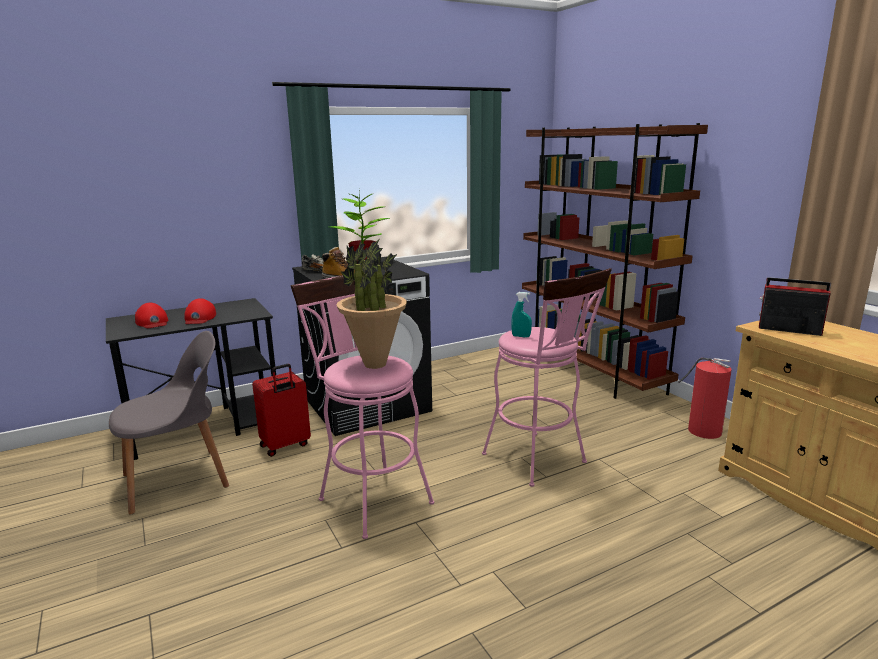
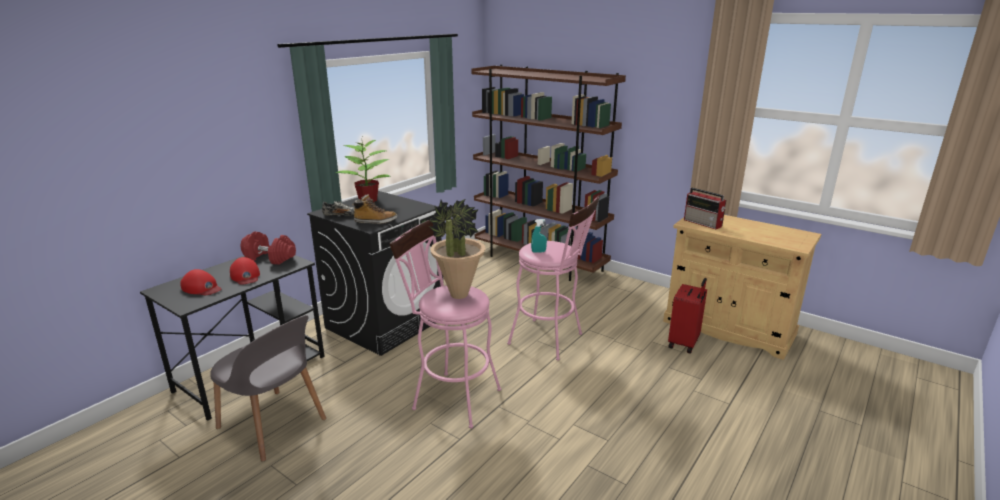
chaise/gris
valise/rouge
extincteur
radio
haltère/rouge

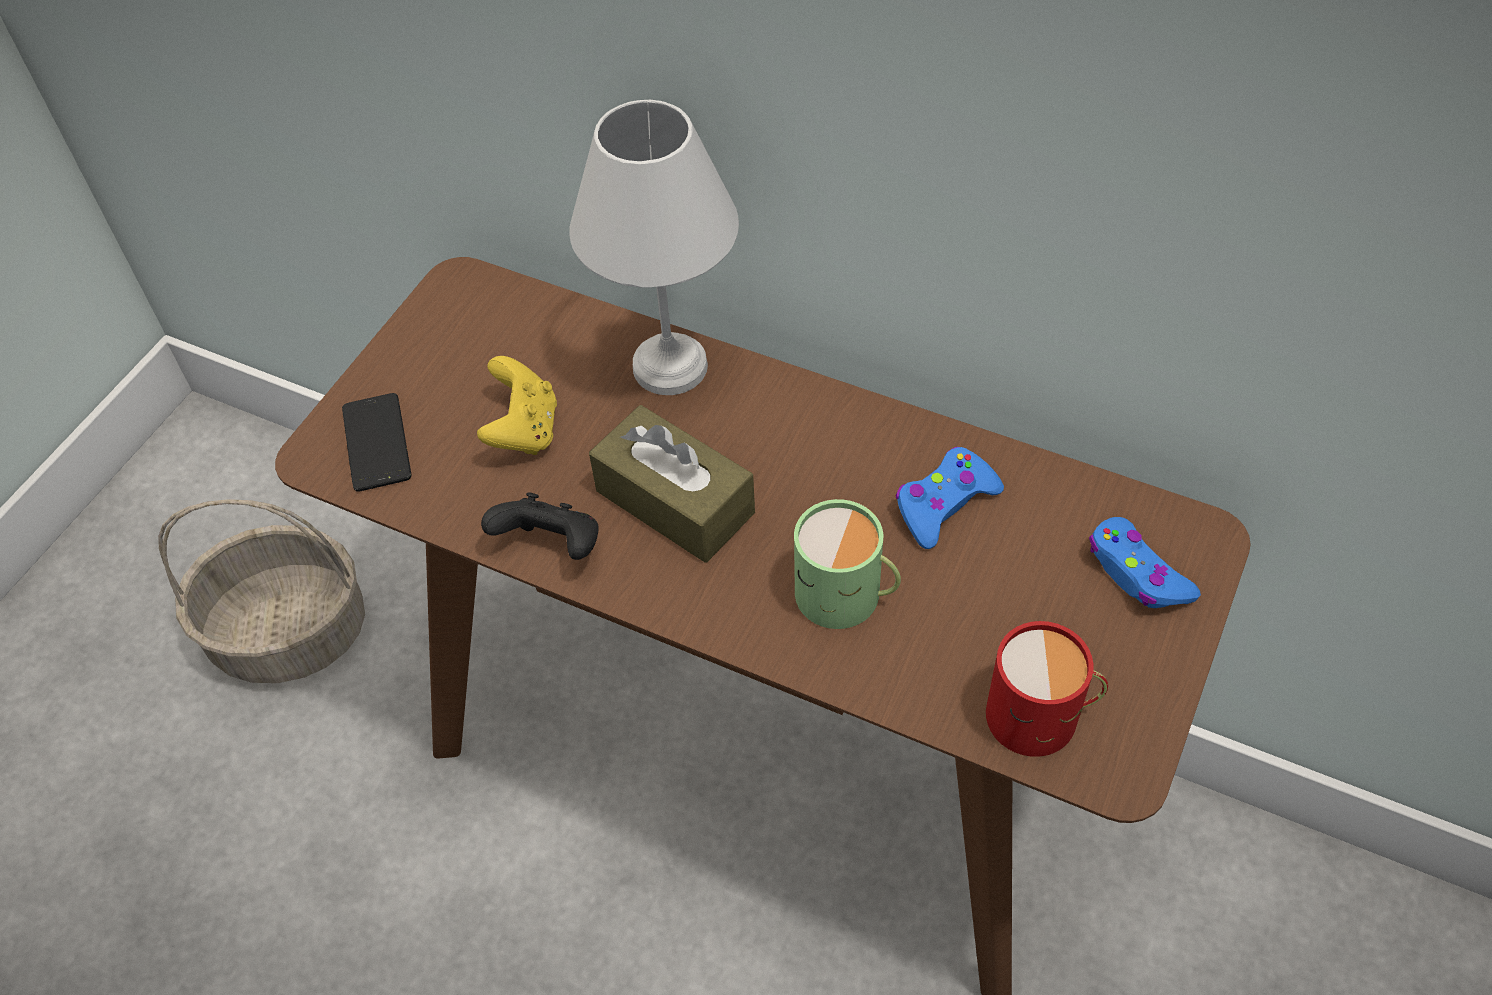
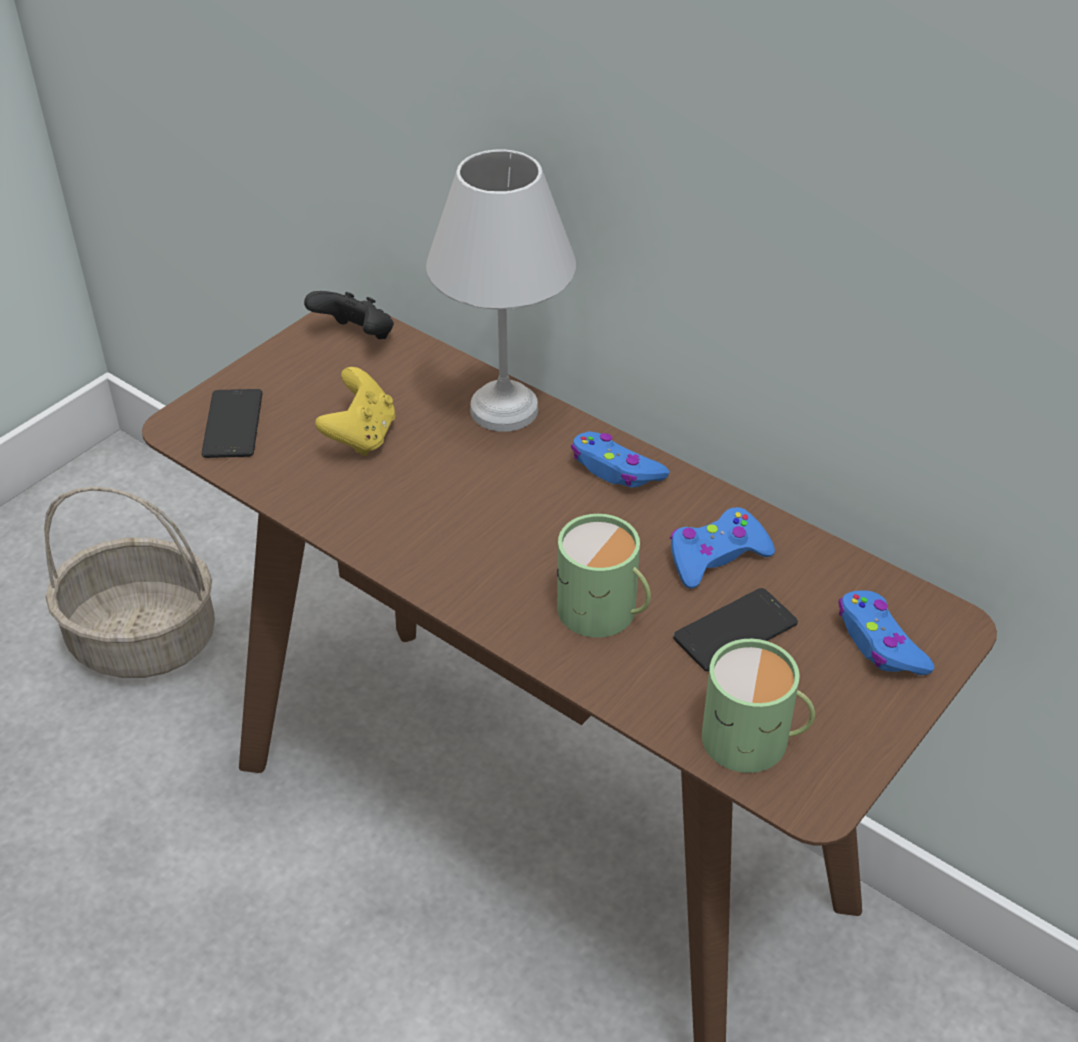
manette/noir
boîte à mouchoirs/marron
mug/vert (2nd from left)
manette/bleu (1st from left)
téléphone (2nd from left)

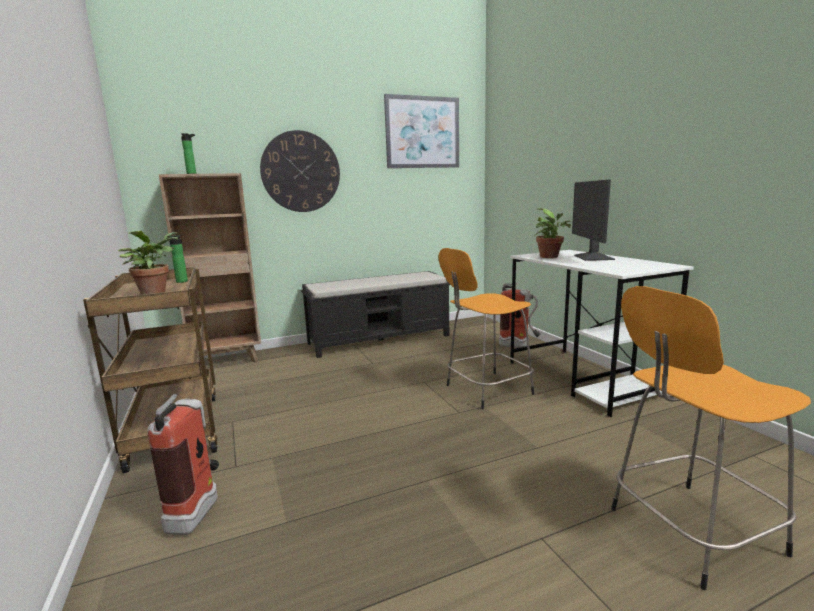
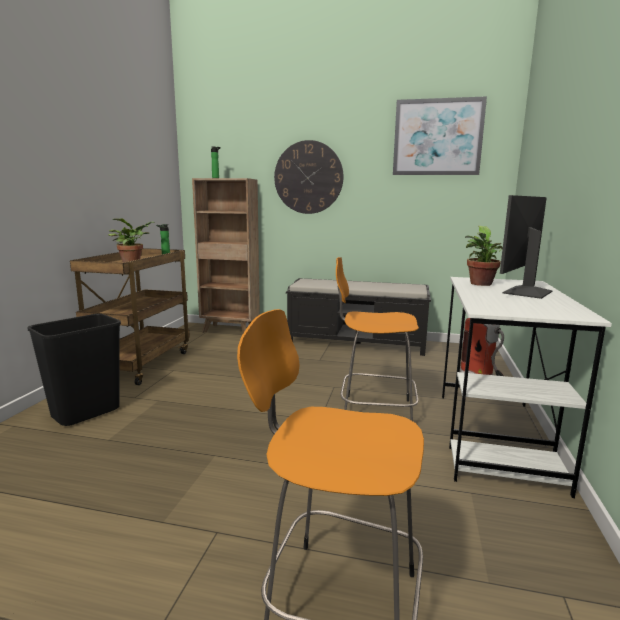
poubelle/noir

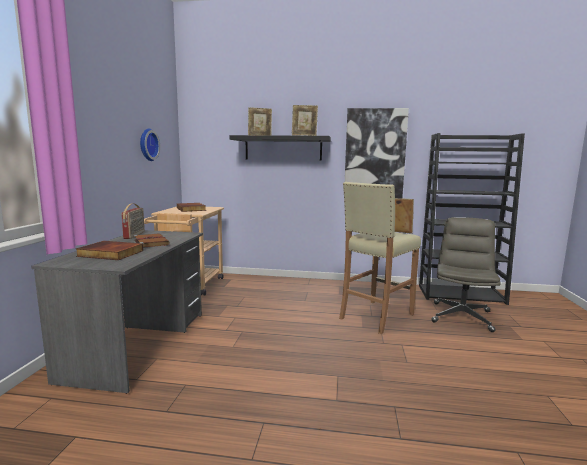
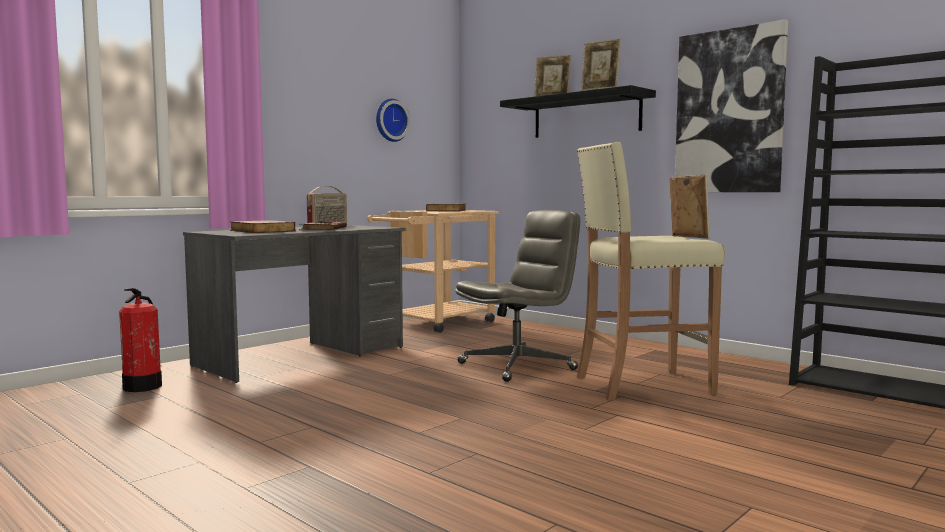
chaise de bureau/gris
extincteur

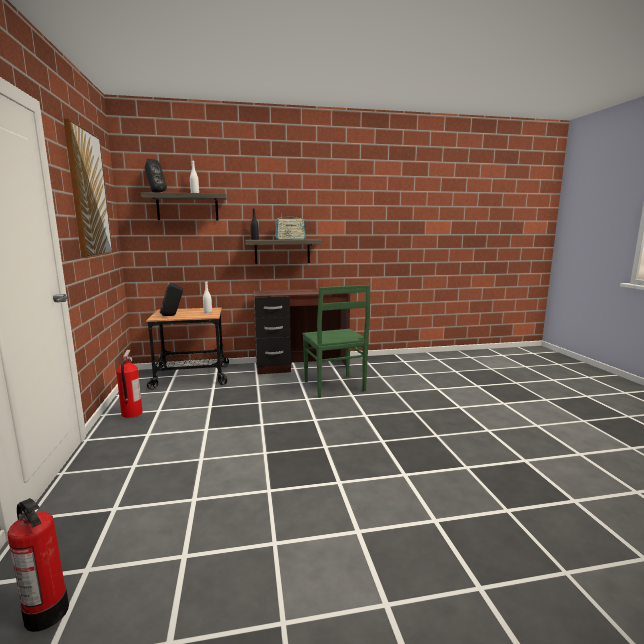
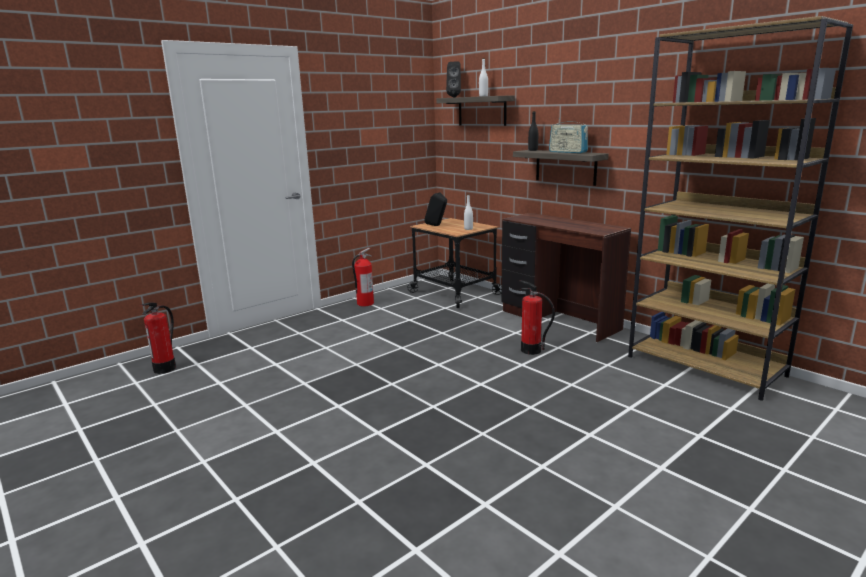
tableau
extincteur (3rd from left)
bibliothèque/marron

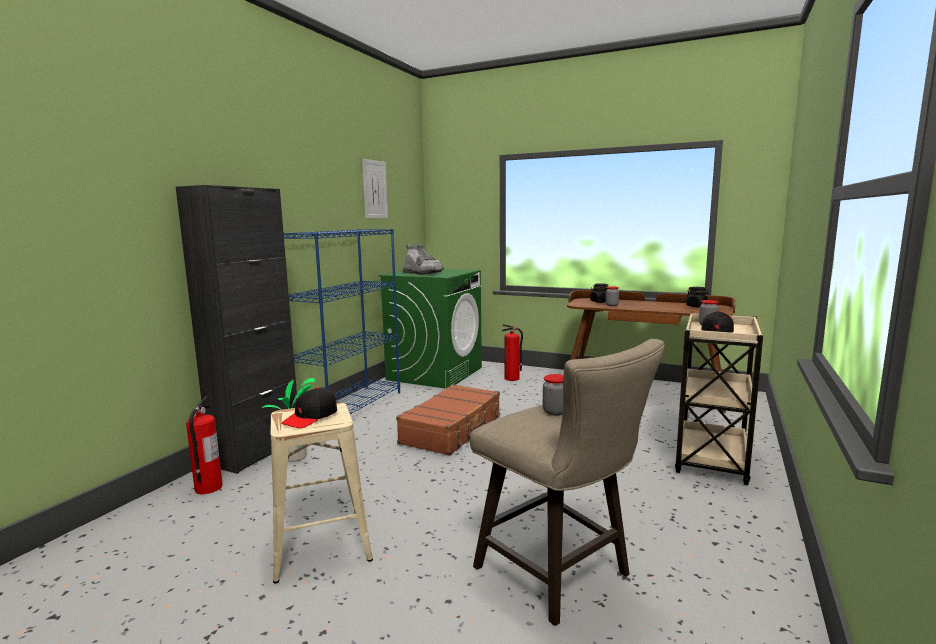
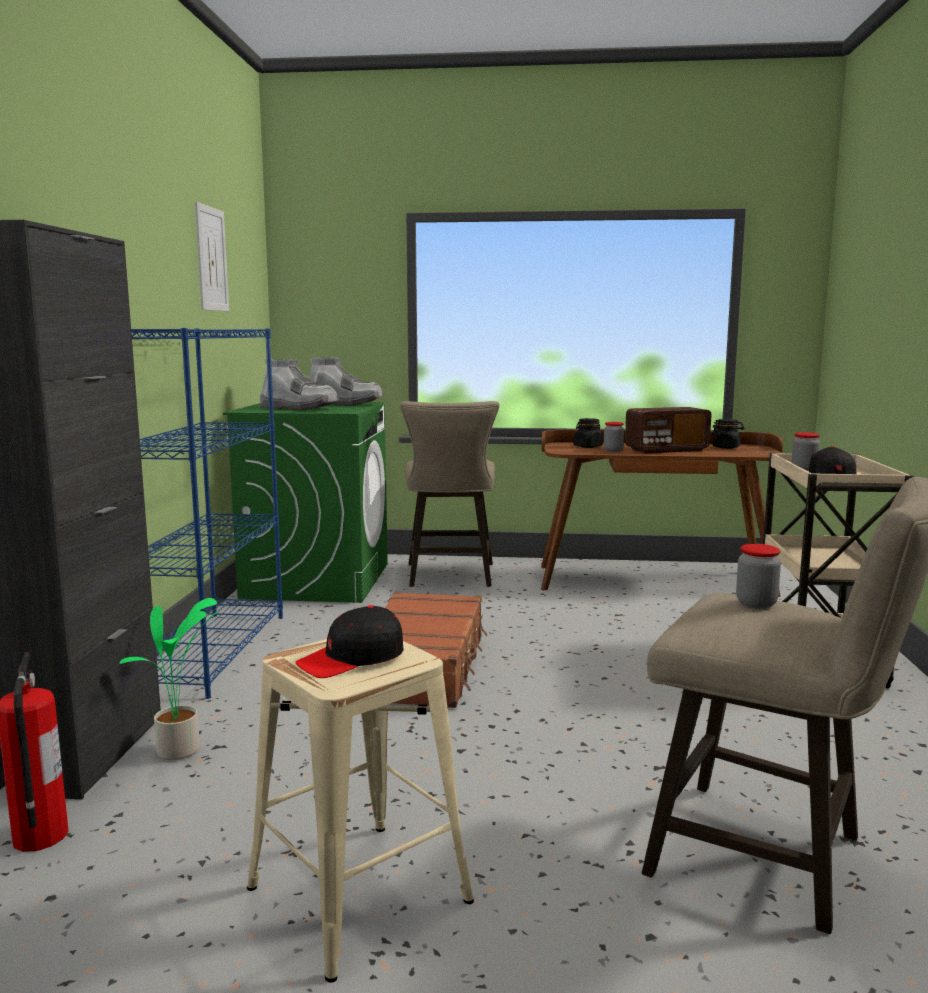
casquette/noir (1st from left)
tabouret/beige (2nd from left)
botte/gris (2nd from left)
radio

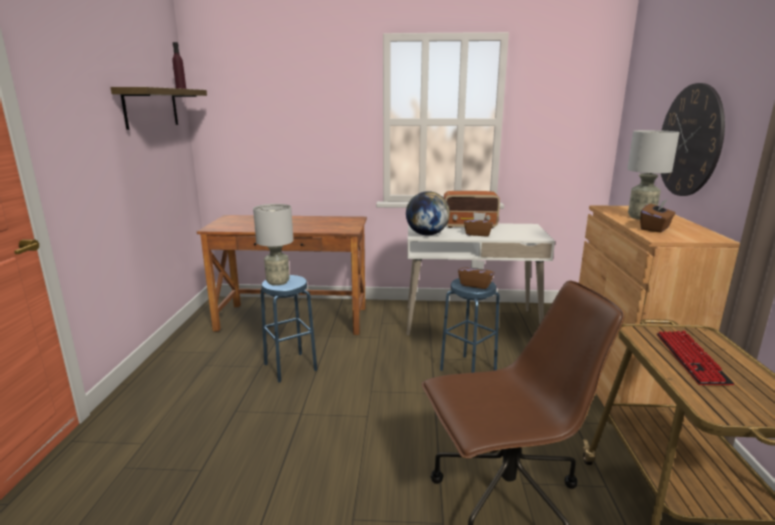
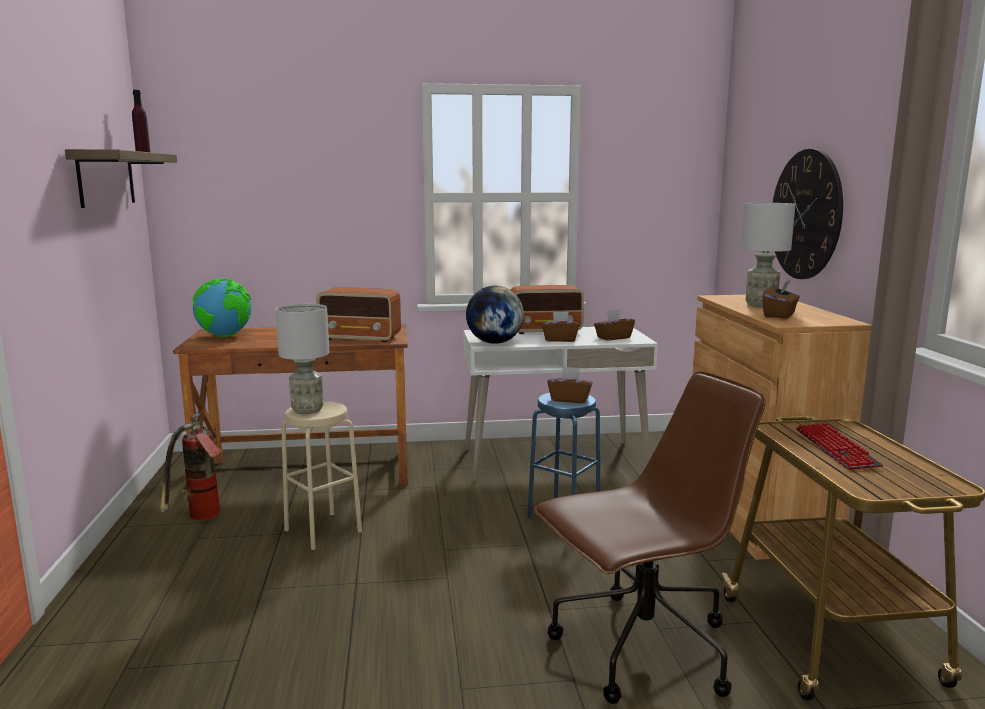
tabouret/beige
extincteur
globe (1st from left)
radio (1st from left)
boîte à mouchoirs/marron (3rd from left)

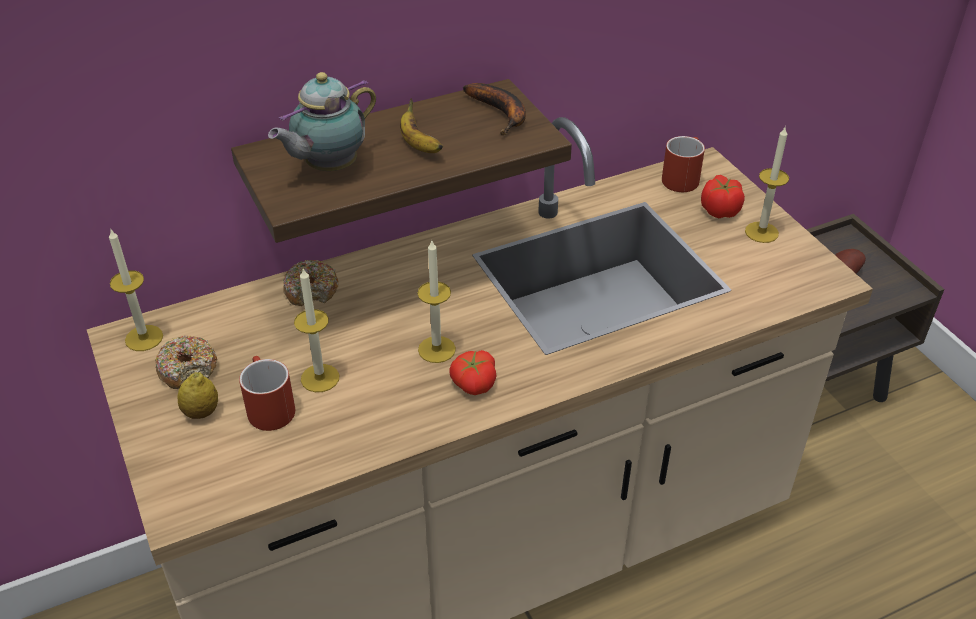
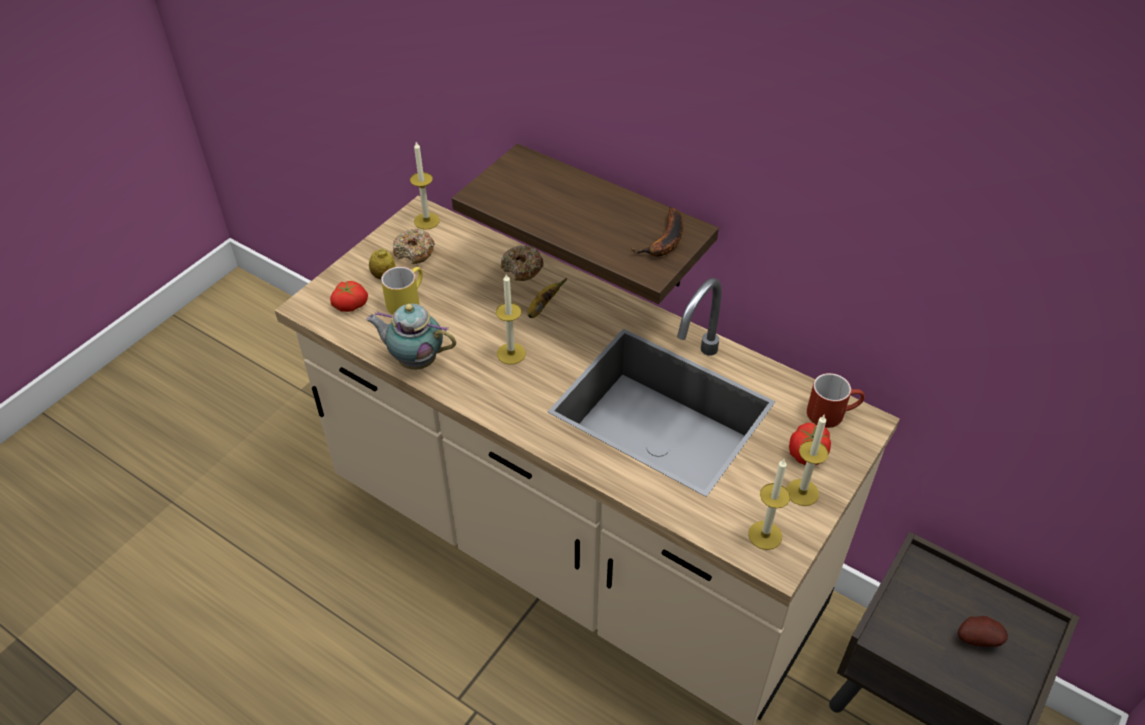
mug/jaune
théière
bougie (3rd from left)
banane (1st from left)
tomate (1st from left)

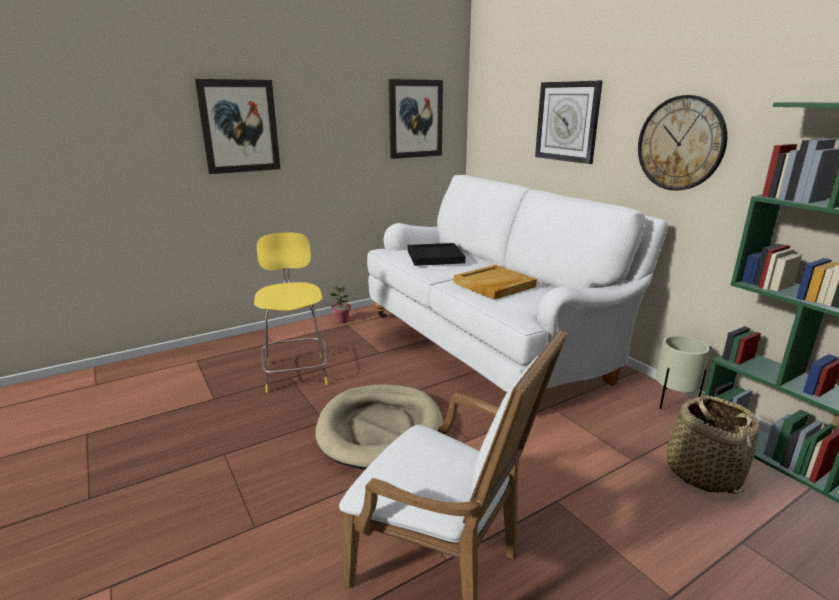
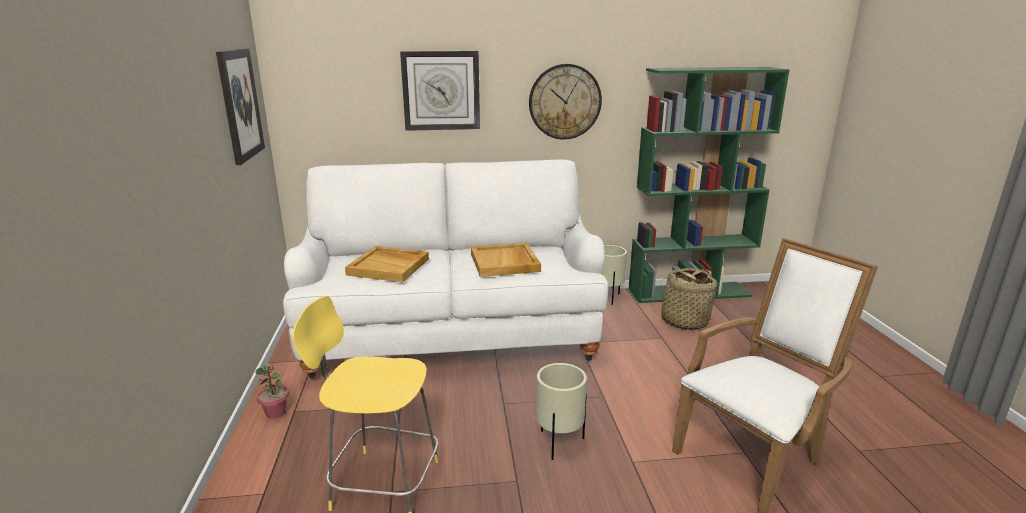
tableau (1st from left in the first image)
cache-pot/beige (1st from left)
plateau/beige (1st from left)

